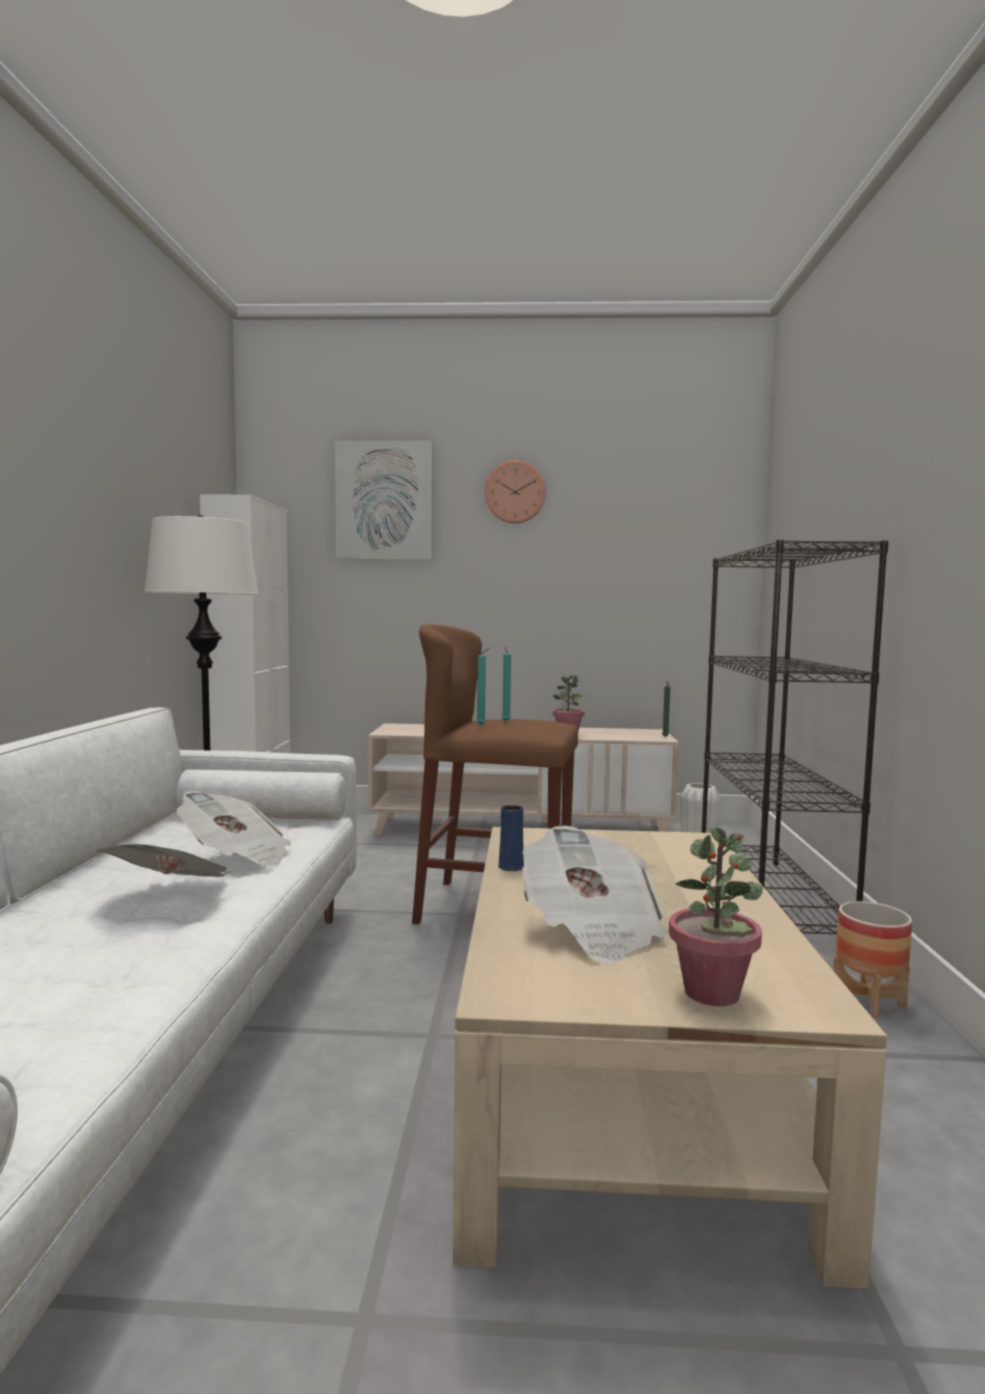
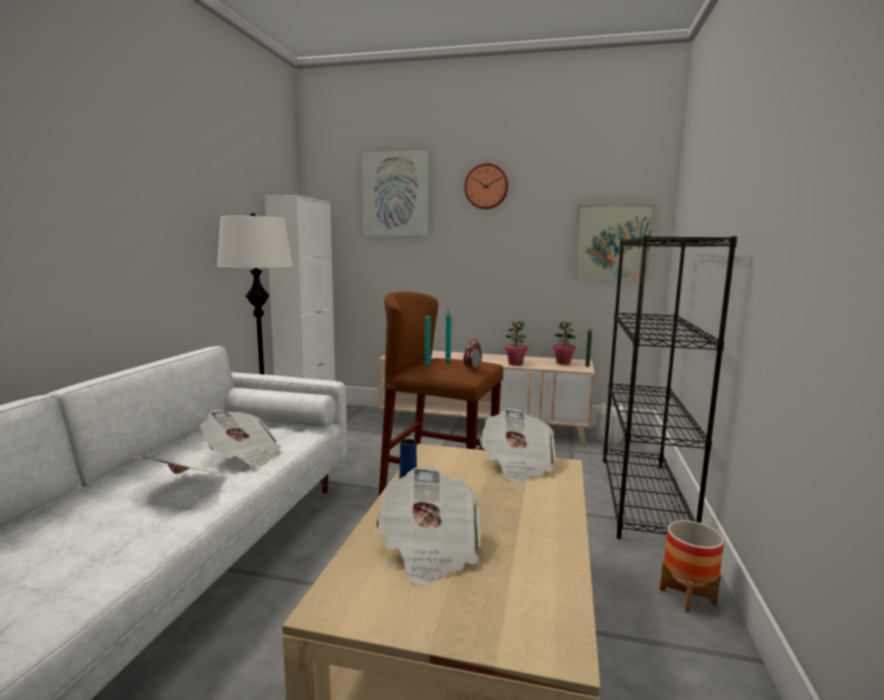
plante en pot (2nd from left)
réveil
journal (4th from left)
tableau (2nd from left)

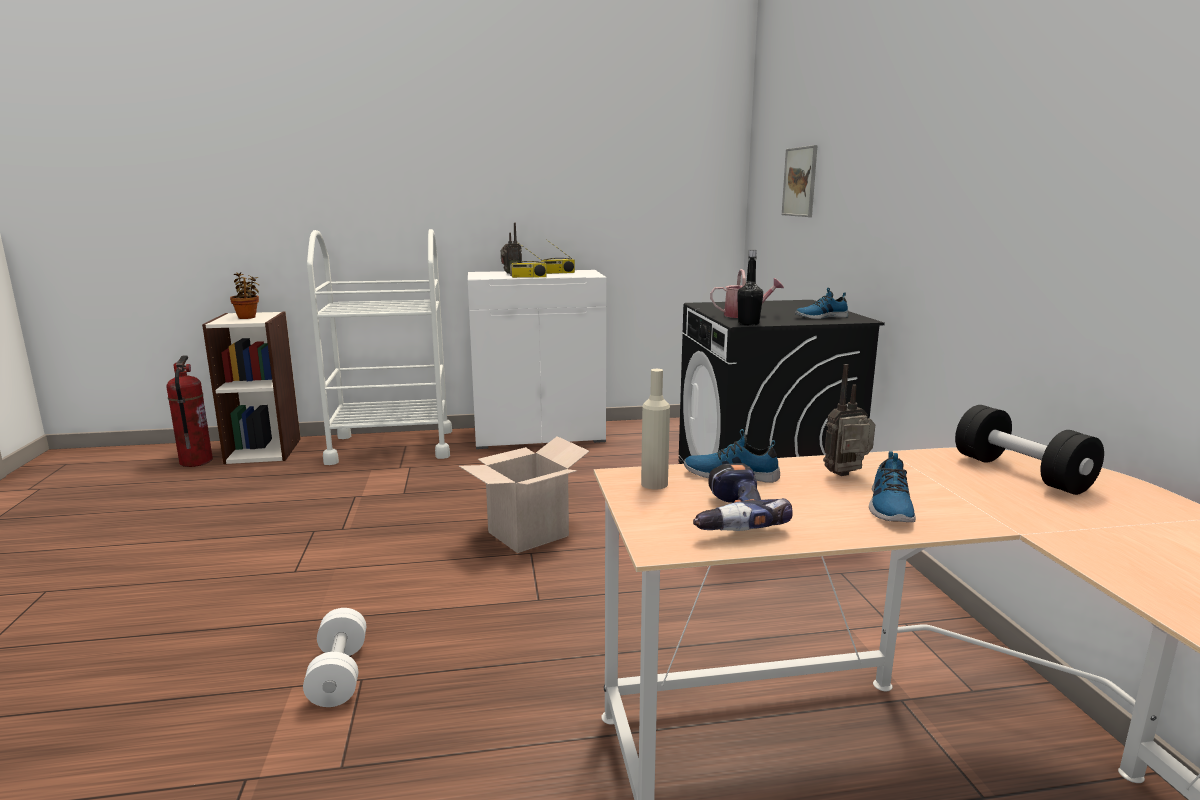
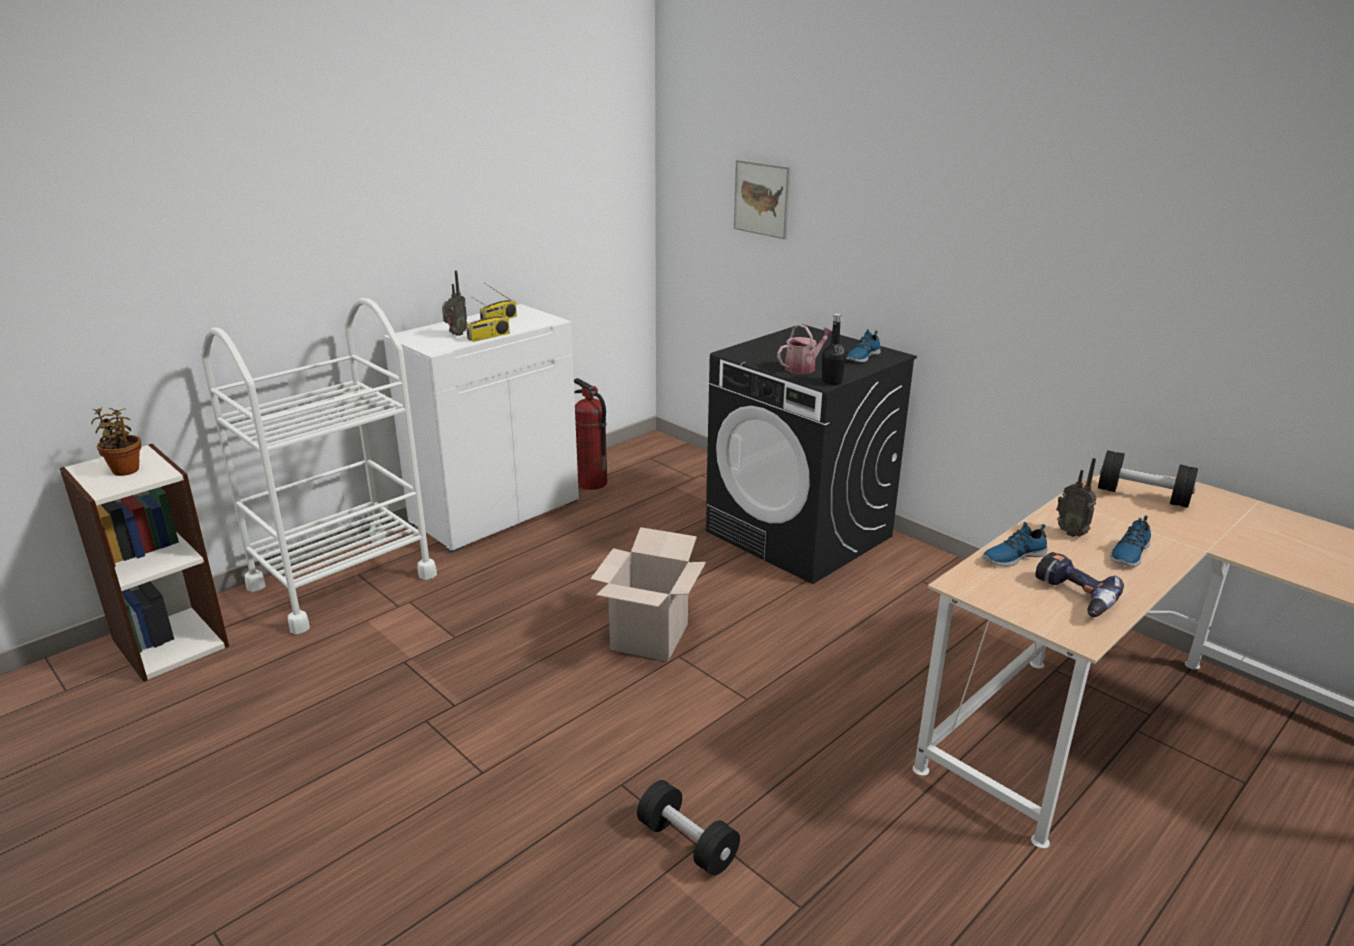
extincteur
haltère/noir (1st from left)
bouteille/beige
radio (4th from left)
chaussure (3rd from left)

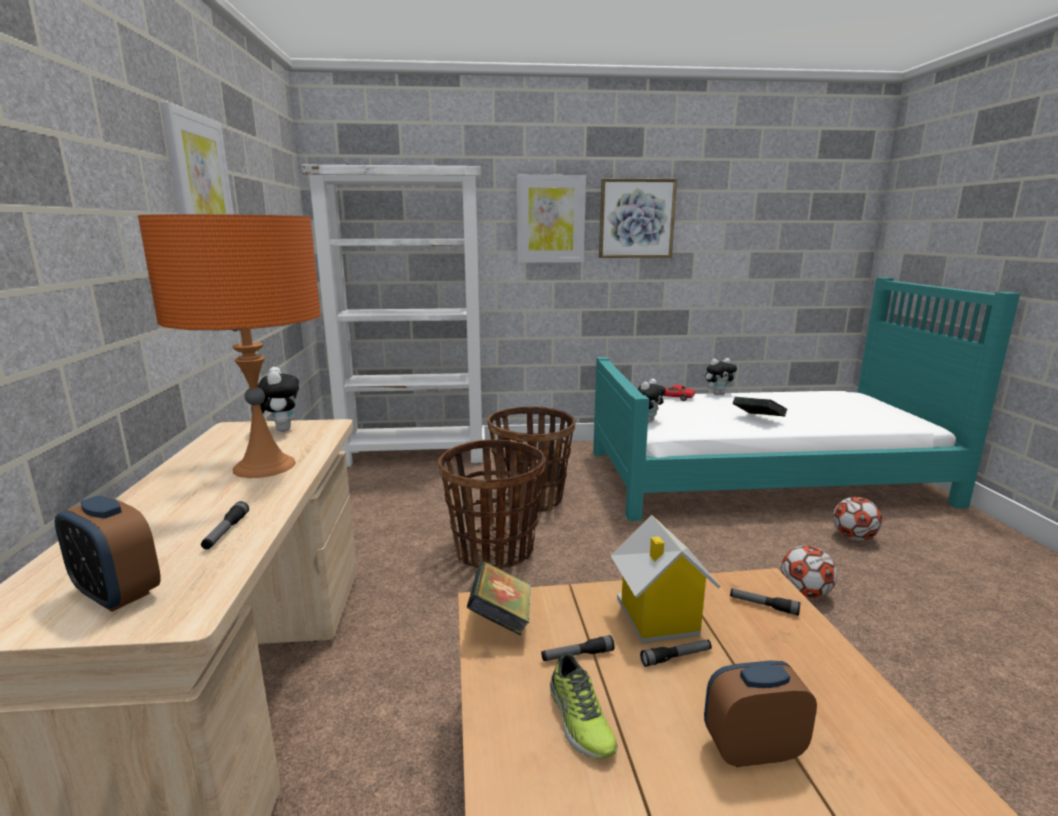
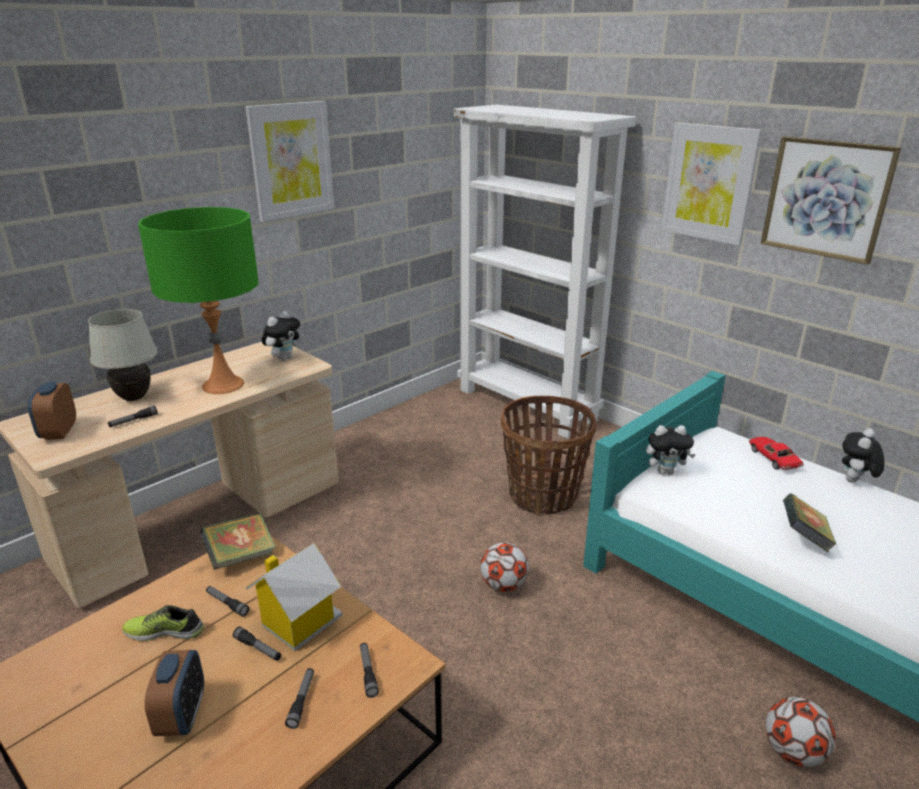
lampe de table/vert
panier (1st from left in the first image)
chaussure
réveil (2nd from left)
peluche (3rd from left)
ballon de foot (1st from left)
lampe de table/blanc
lampe de poche (4th from left)

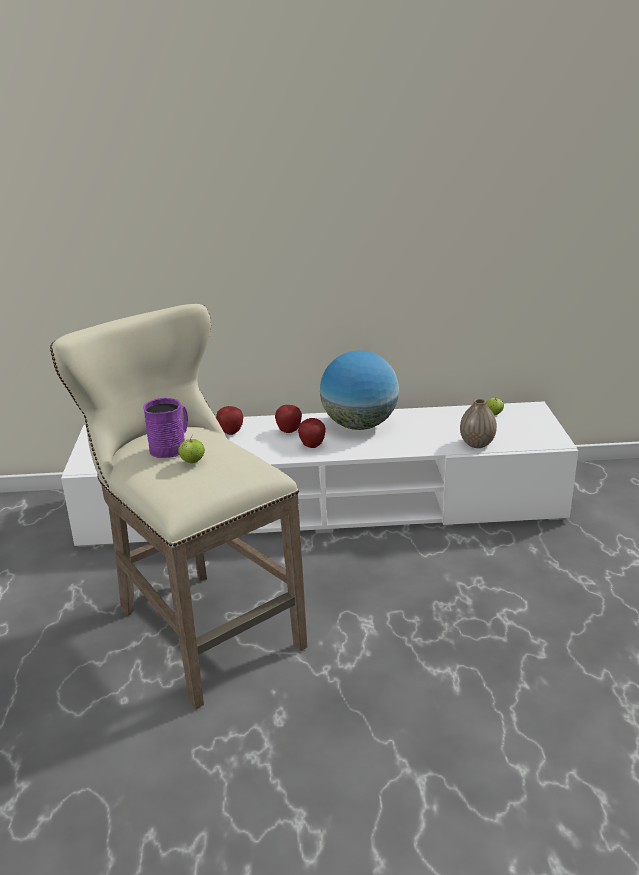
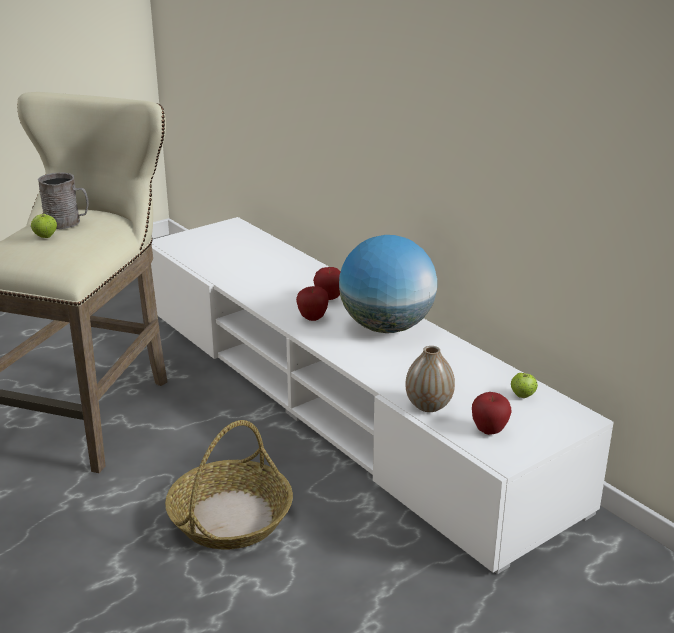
mug/gris
pomme (4th from left)
panier

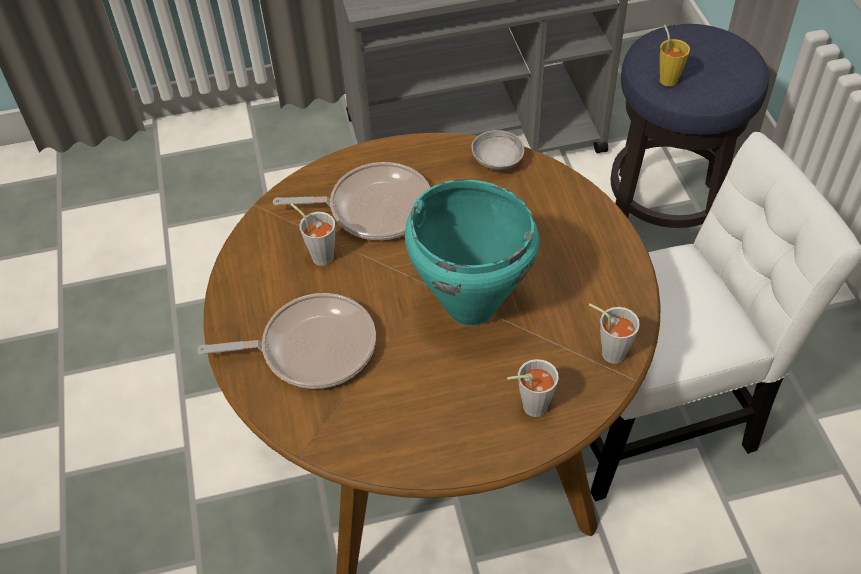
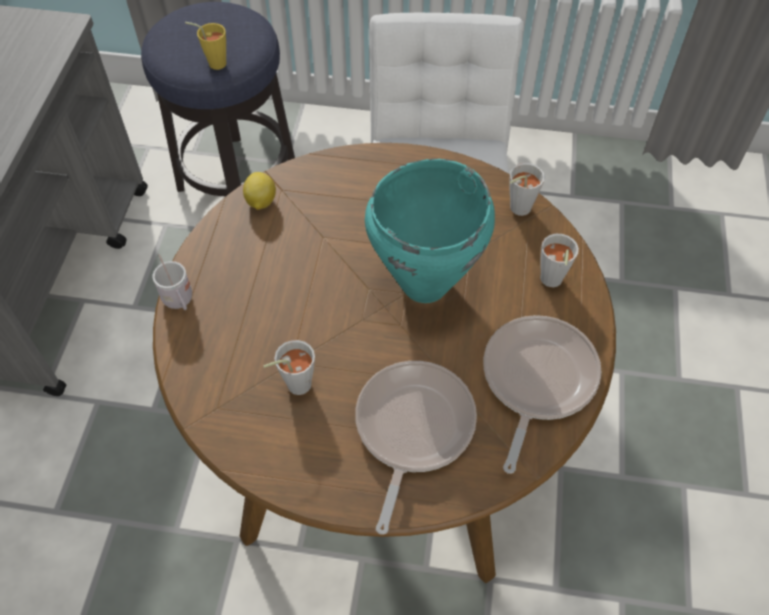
poêle (2nd from left)
citron
mug/blanc

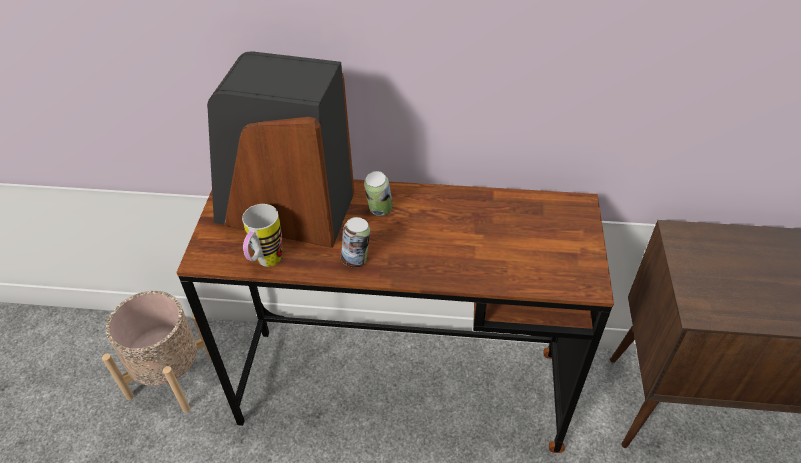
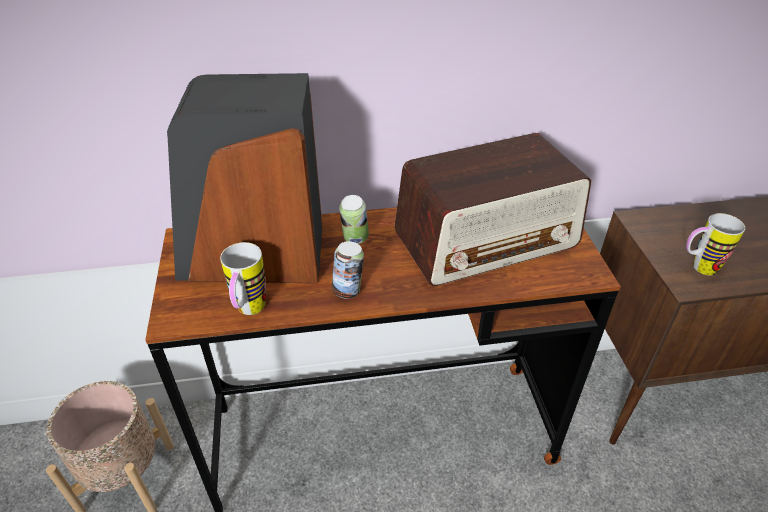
radio
mug (2nd from left)

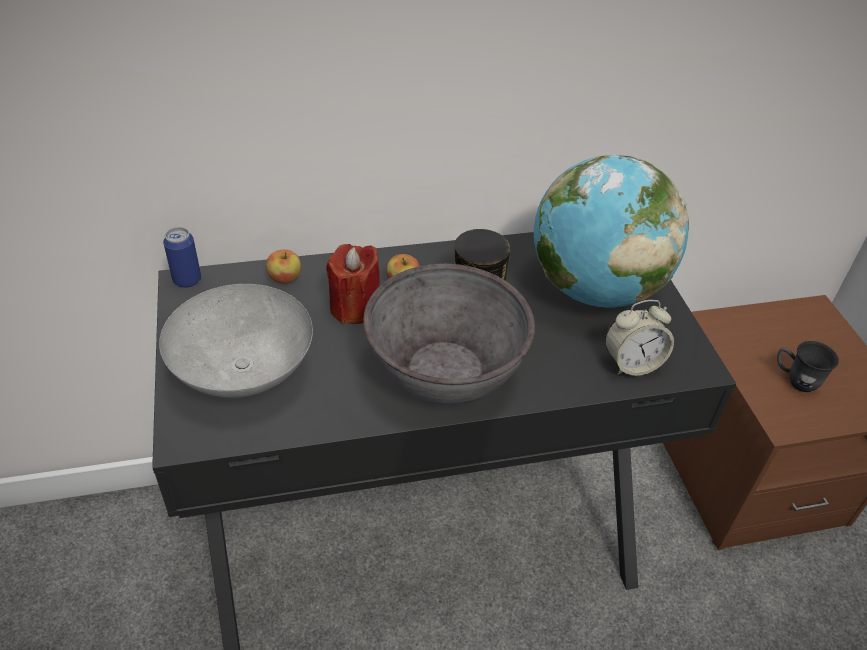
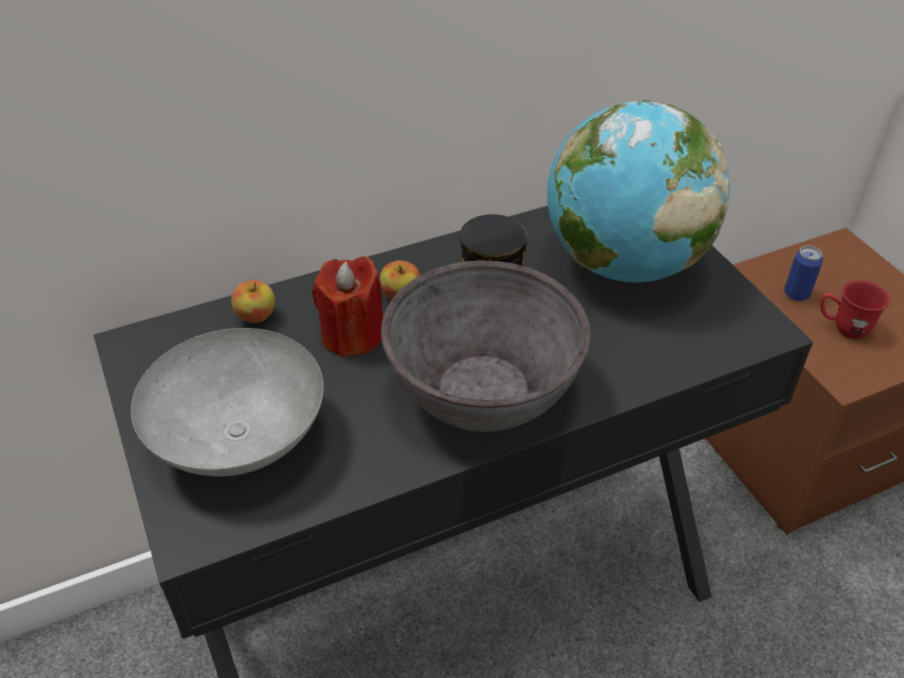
boîte métallique (2nd from left)
réveil
mug/rouge

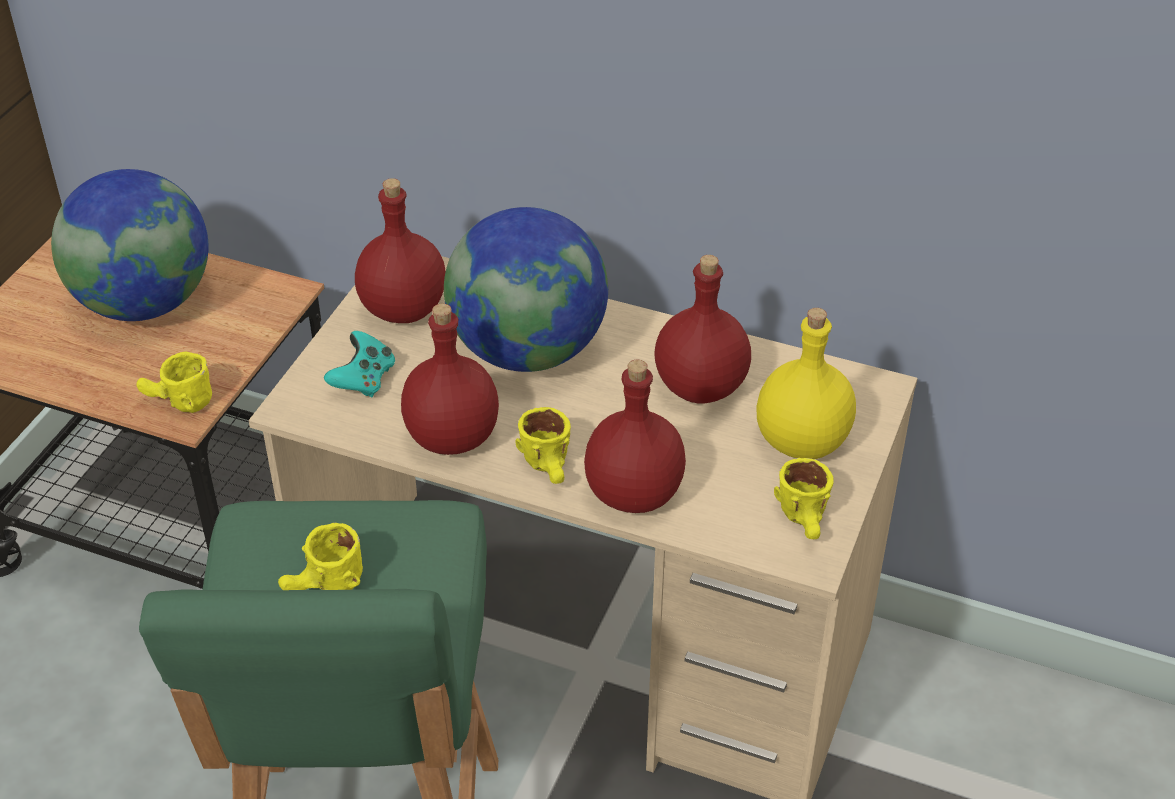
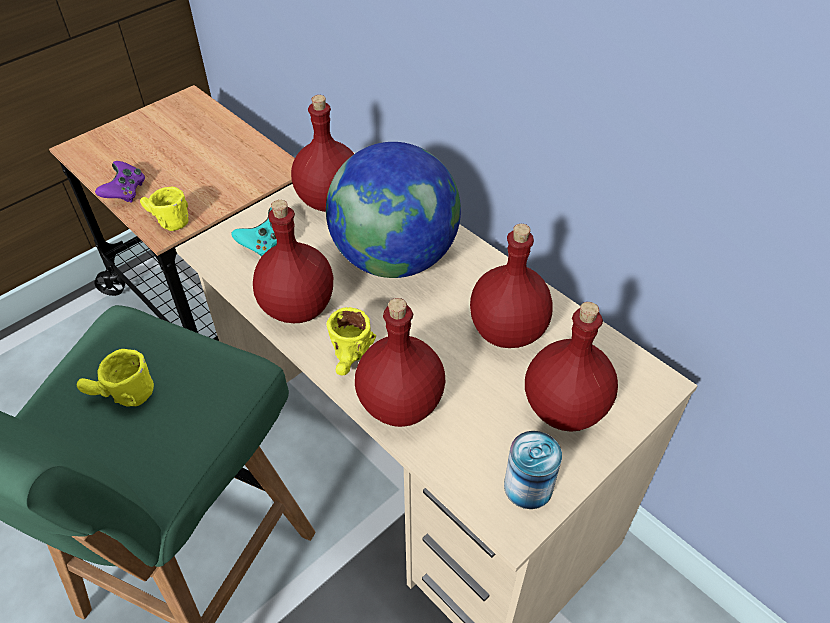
globe (1st from left in the first image)
bouteille/rouge (5th from left)
boîte métallique
manette/violet

